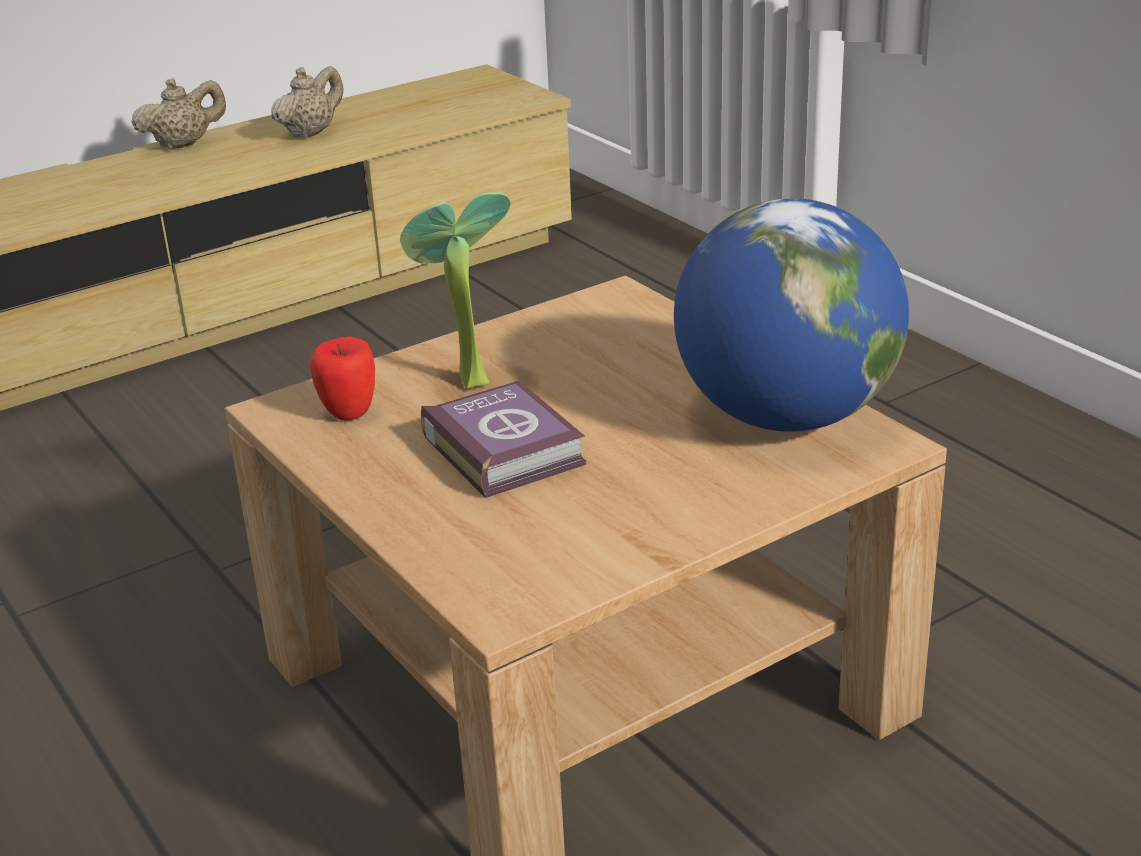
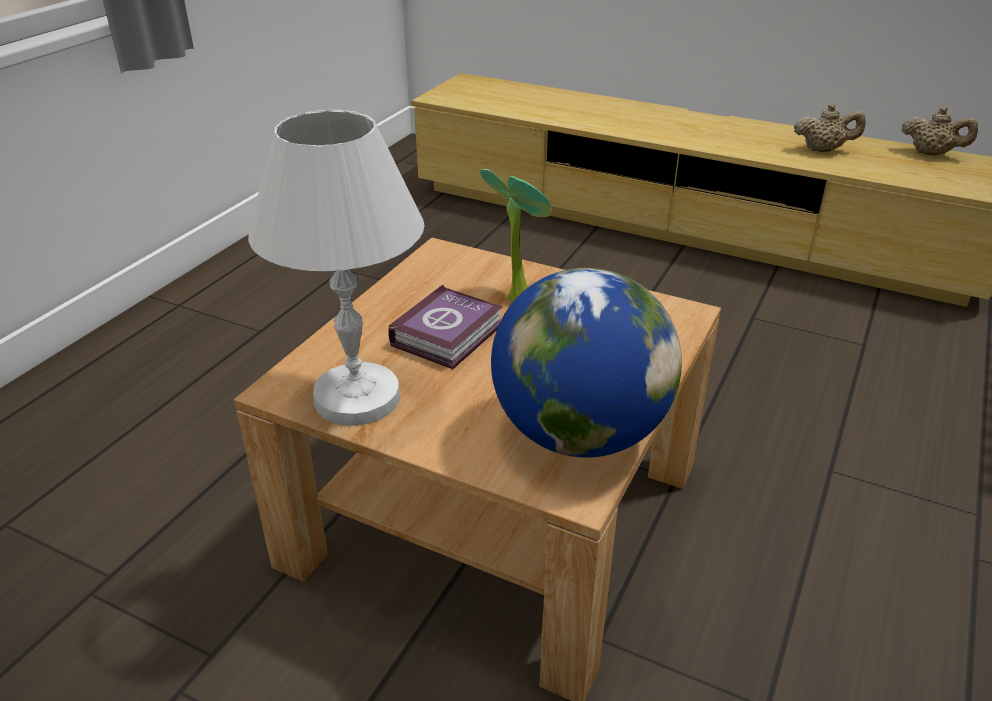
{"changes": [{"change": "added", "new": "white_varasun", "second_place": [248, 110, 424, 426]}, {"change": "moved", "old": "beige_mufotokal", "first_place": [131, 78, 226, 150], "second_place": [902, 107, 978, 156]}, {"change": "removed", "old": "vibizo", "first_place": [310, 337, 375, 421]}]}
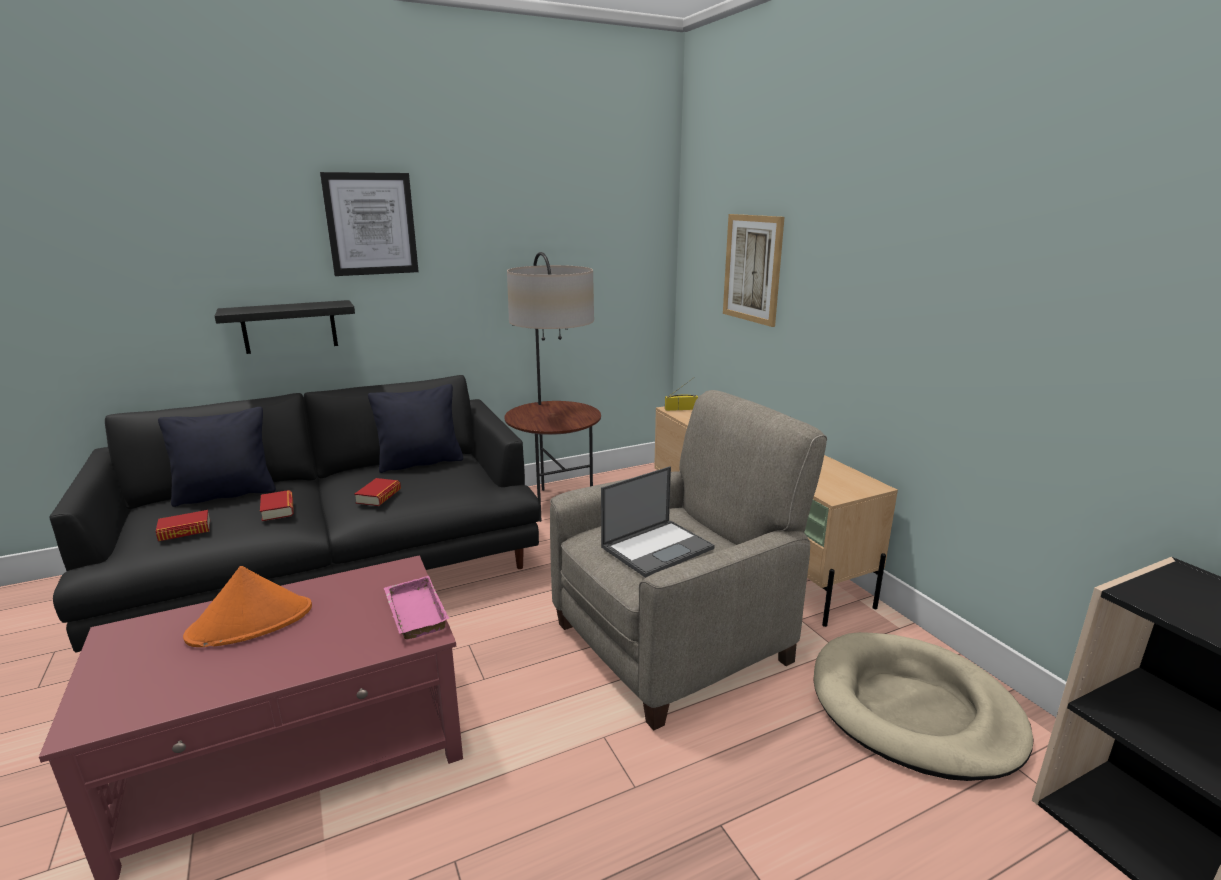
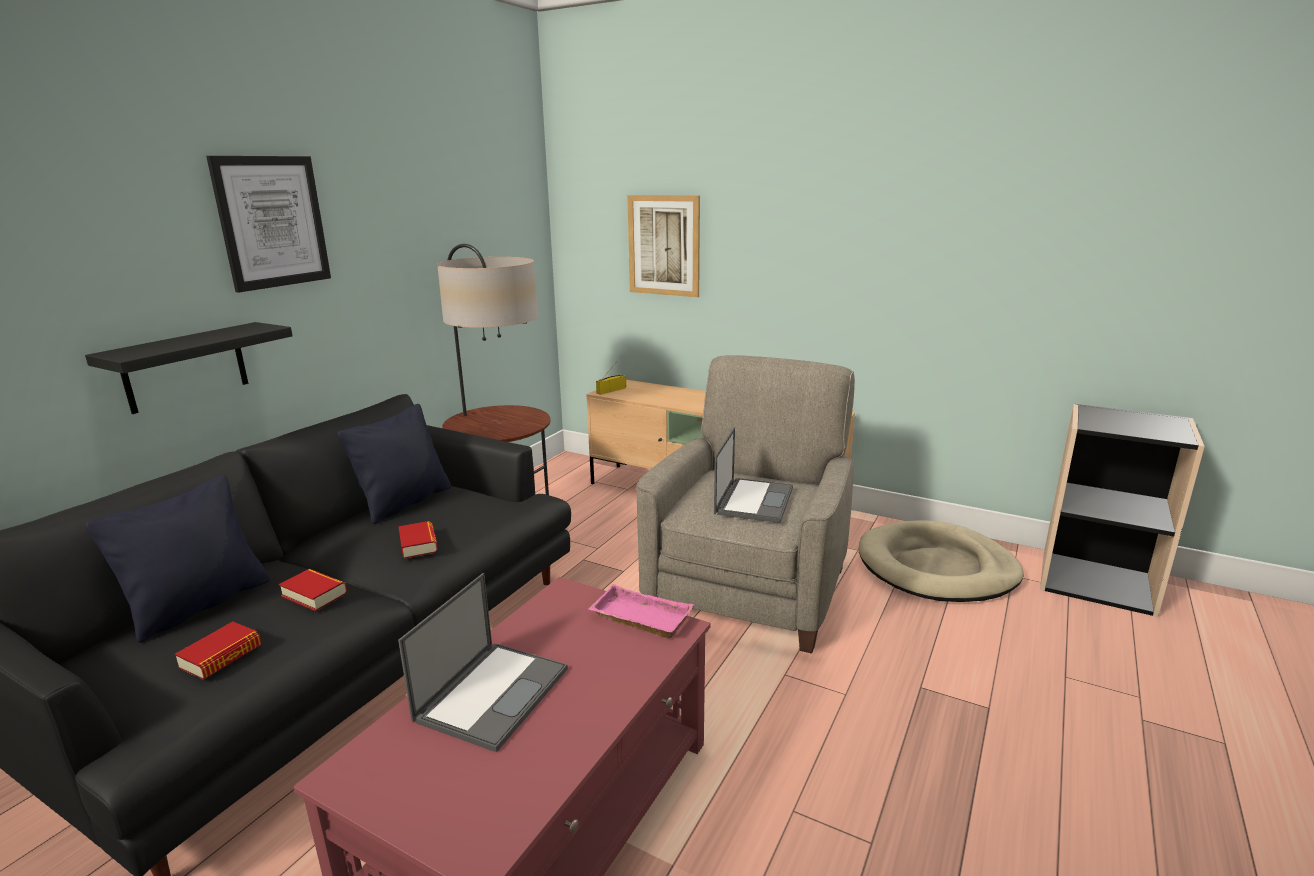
{"changes": [{"change": "replaced", "old": "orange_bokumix", "new": "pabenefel", "first_place": [183, 566, 312, 647], "second_place": [398, 573, 568, 752]}]}
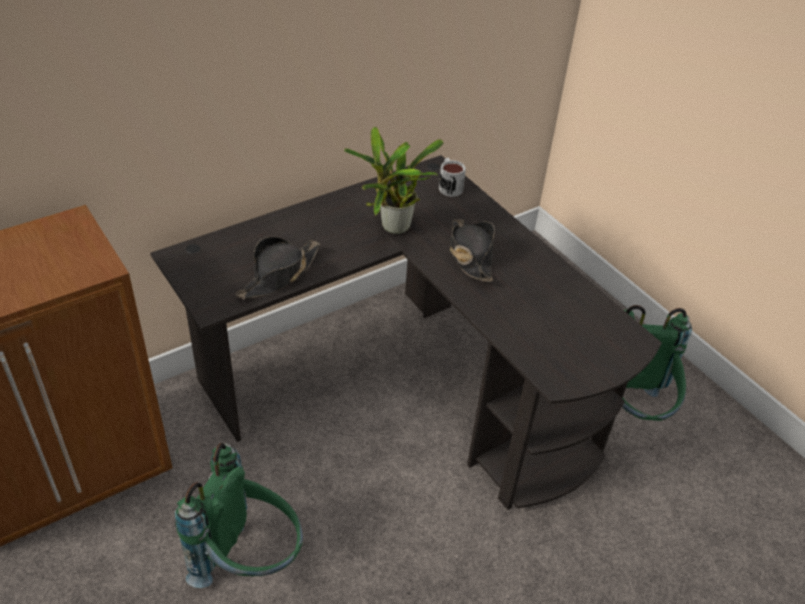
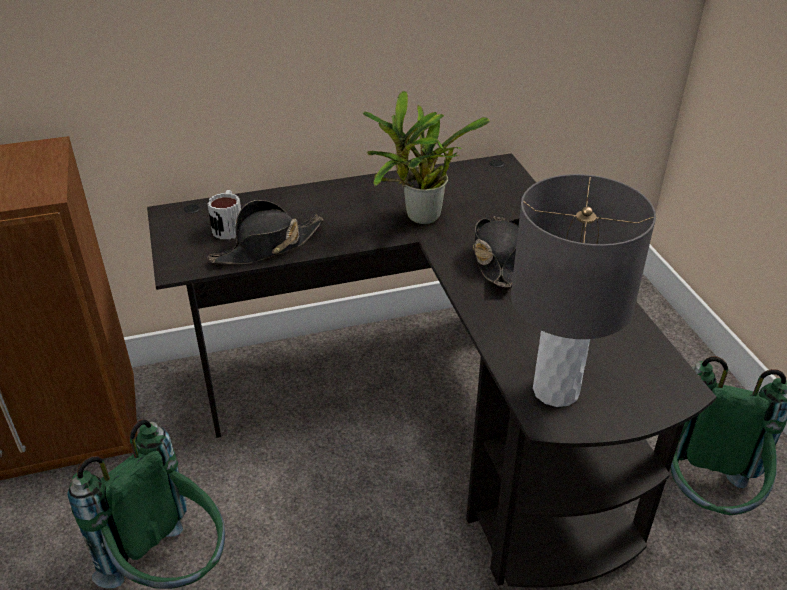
{"changes": [{"change": "moved", "old": "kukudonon", "first_place": [439, 158, 466, 197], "second_place": [207, 190, 241, 239]}, {"change": "added", "new": "grey_varasun", "second_place": [511, 174, 656, 407]}]}
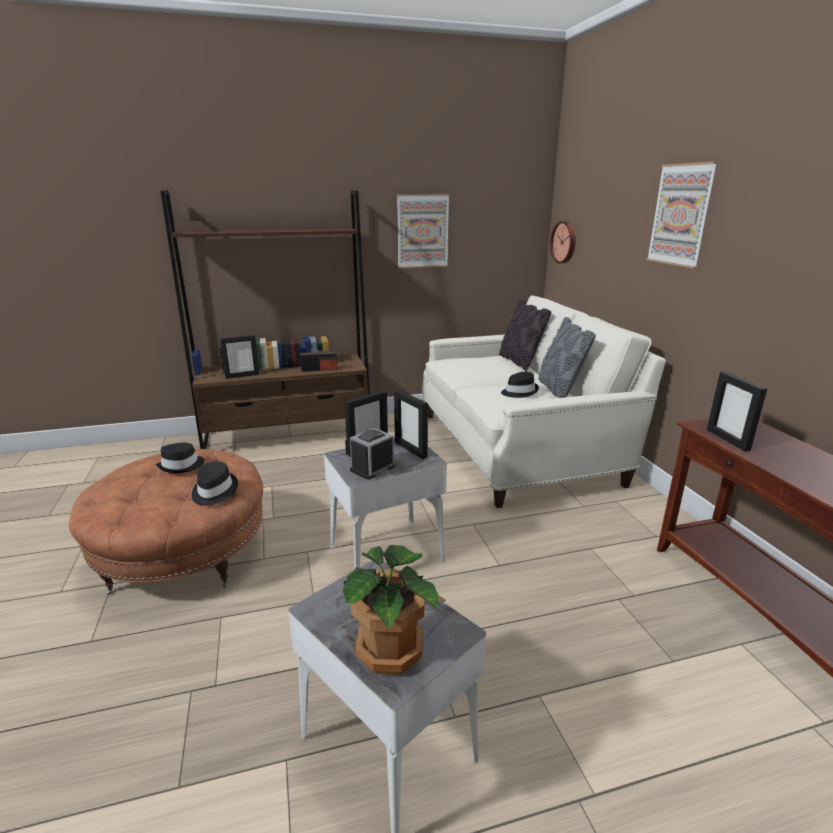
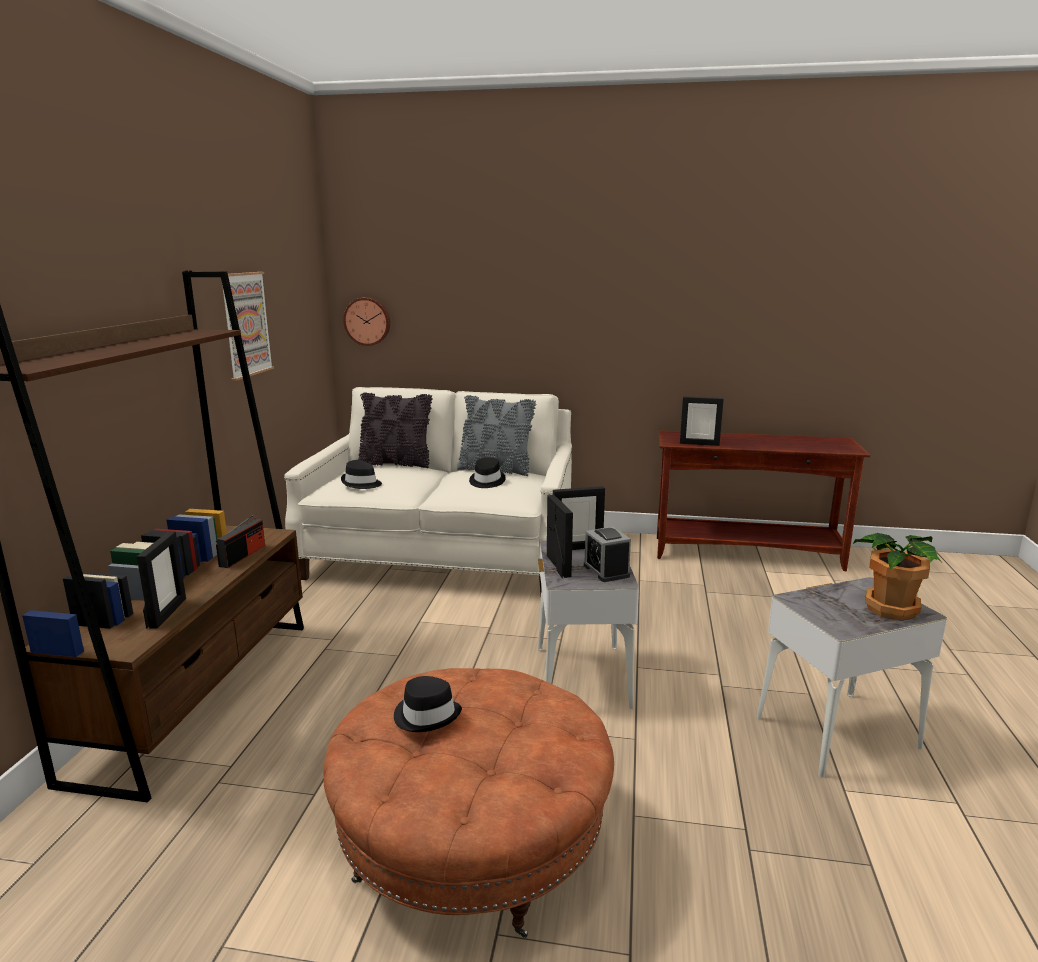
{"changes": [{"change": "moved", "old": "black_bokumix", "first_place": [191, 461, 238, 506], "second_place": [341, 460, 382, 489]}, {"change": "removed", "old": "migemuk", "first_place": [646, 161, 719, 269]}]}
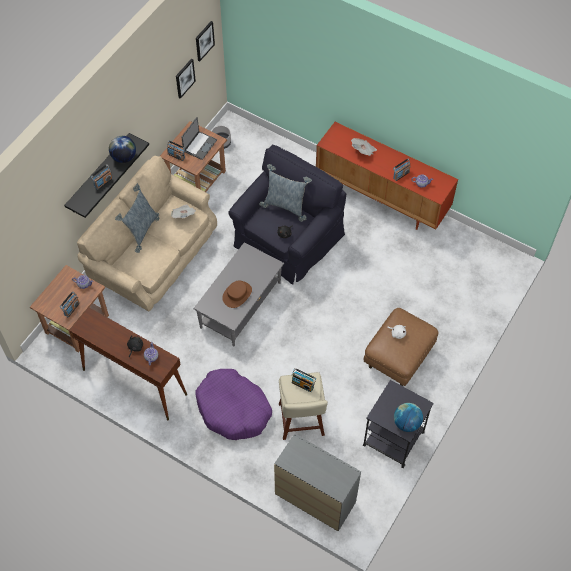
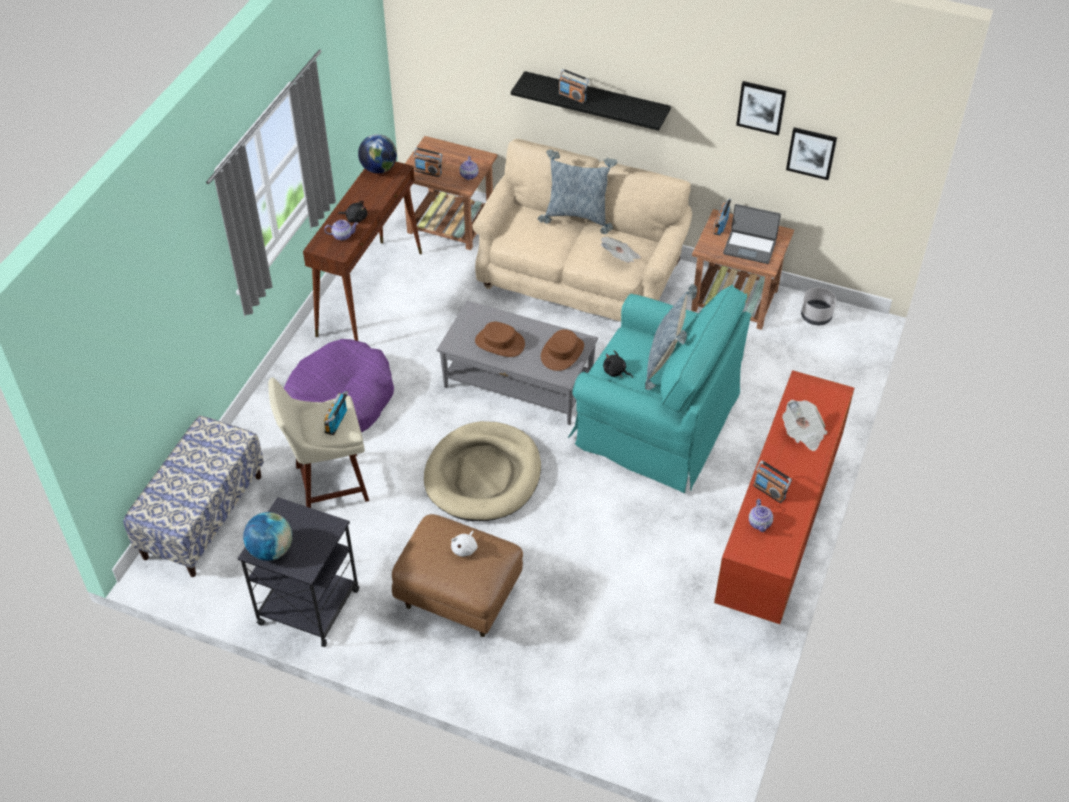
{"changes": [{"change": "replaced", "old": "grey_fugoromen", "new": "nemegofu", "first_place": [274, 434, 361, 531], "second_place": [123, 416, 264, 577]}, {"change": "moved", "old": "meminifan", "first_place": [109, 136, 136, 163], "second_place": [358, 134, 397, 173]}, {"change": "added", "new": "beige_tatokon", "second_place": [424, 421, 541, 521]}, {"change": "added", "new": "brown_bokumix", "second_place": [541, 329, 584, 371]}, {"change": "recoloured", "old": "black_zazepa", "new": "turquoise_zazepa", "first_place": [228, 145, 346, 285], "second_place": [568, 285, 751, 493]}, {"change": "moved", "old": "migemuk", "first_place": [196, 21, 215, 61], "second_place": [736, 81, 786, 136]}]}
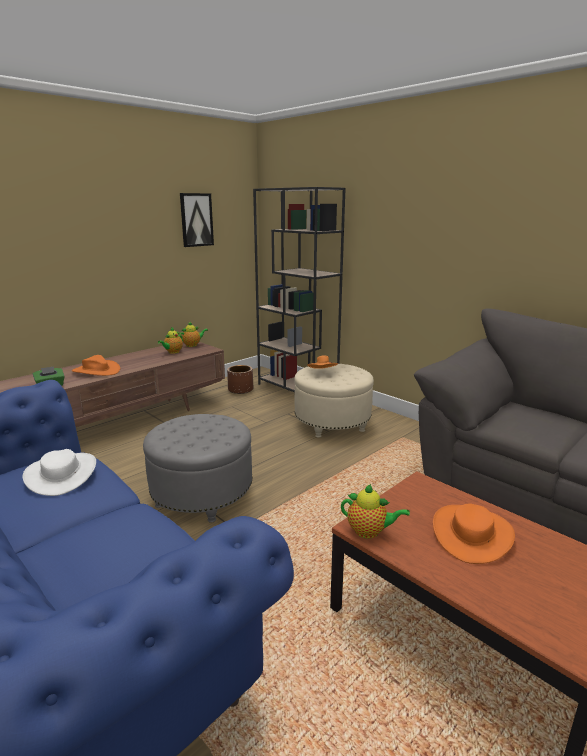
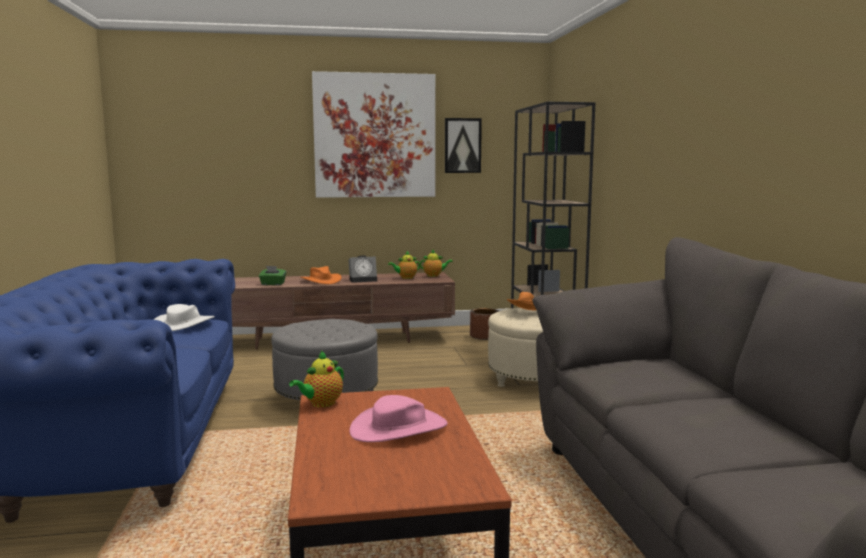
{"changes": [{"change": "turned", "old": "mufotokal", "first_place": [341, 484, 410, 539], "second_place": [289, 351, 344, 407], "degrees": 75}, {"change": "added", "new": "migemuk", "second_place": [312, 71, 436, 198]}, {"change": "added", "new": "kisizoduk", "second_place": [349, 256, 377, 283]}, {"change": "recoloured", "old": "orange_bokumix", "new": "pink_bokumix", "first_place": [433, 503, 515, 564], "second_place": [350, 395, 447, 442]}]}
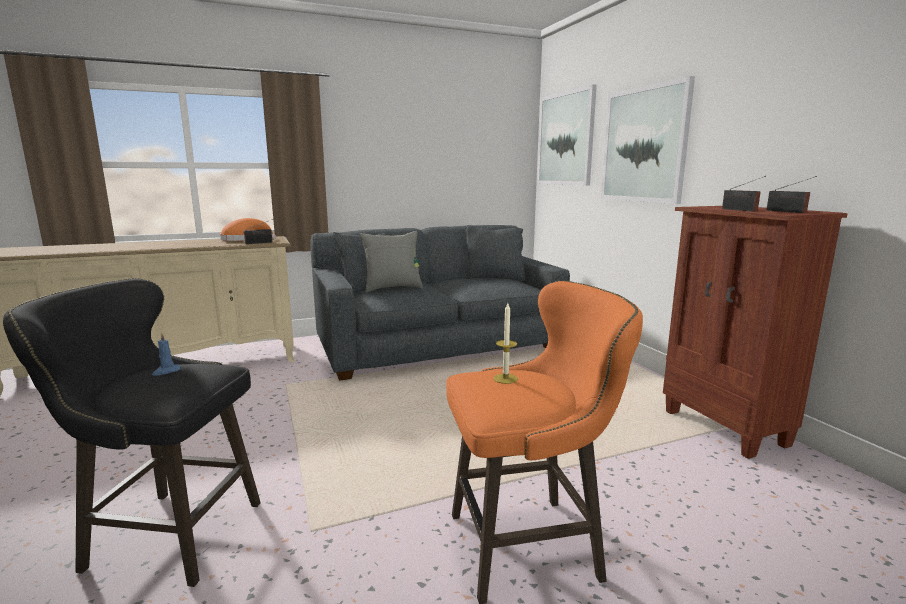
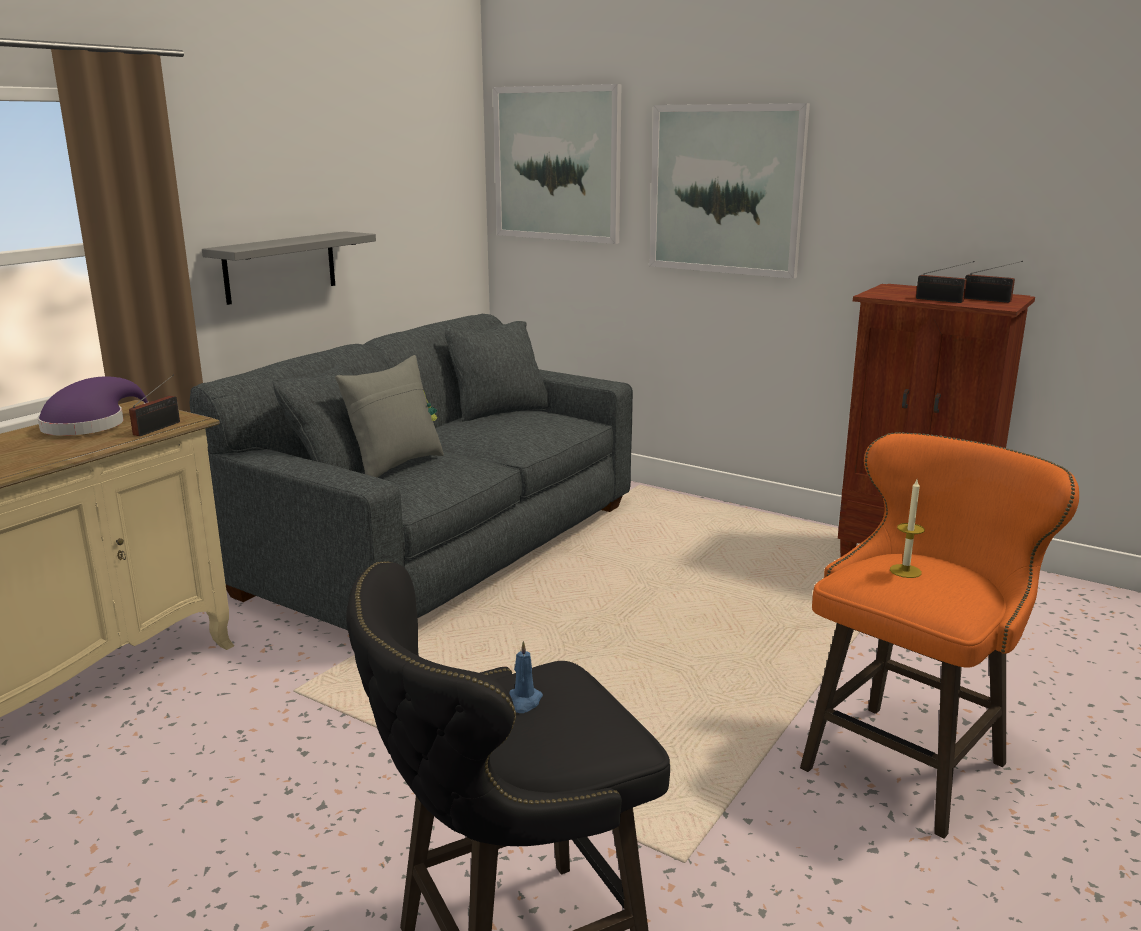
{"changes": [{"change": "recoloured", "old": "orange_bokumix", "new": "purple_bokumix", "first_place": [220, 218, 276, 241], "second_place": [38, 376, 148, 436]}, {"change": "added", "new": "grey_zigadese", "second_place": [202, 231, 376, 305]}]}
